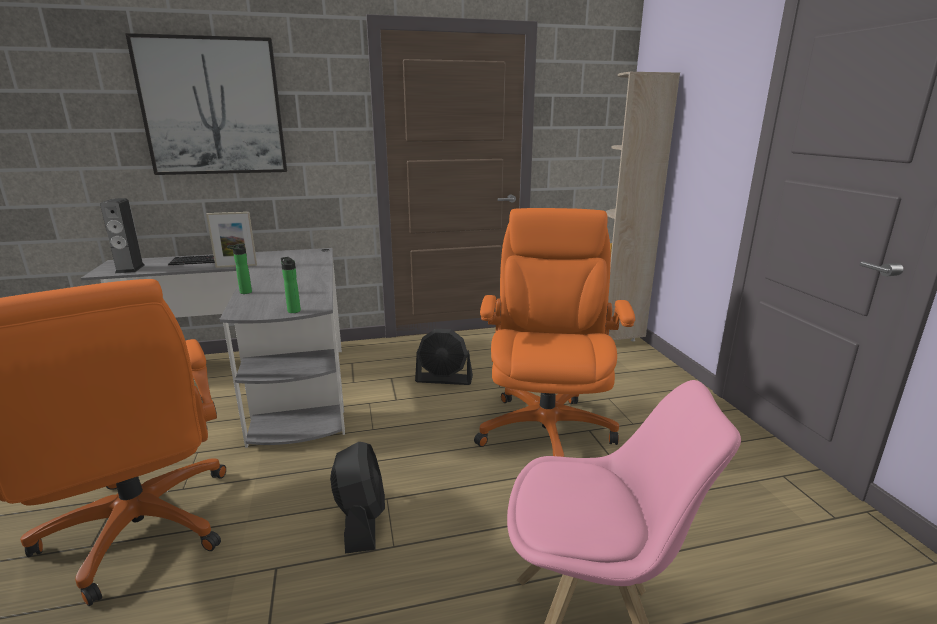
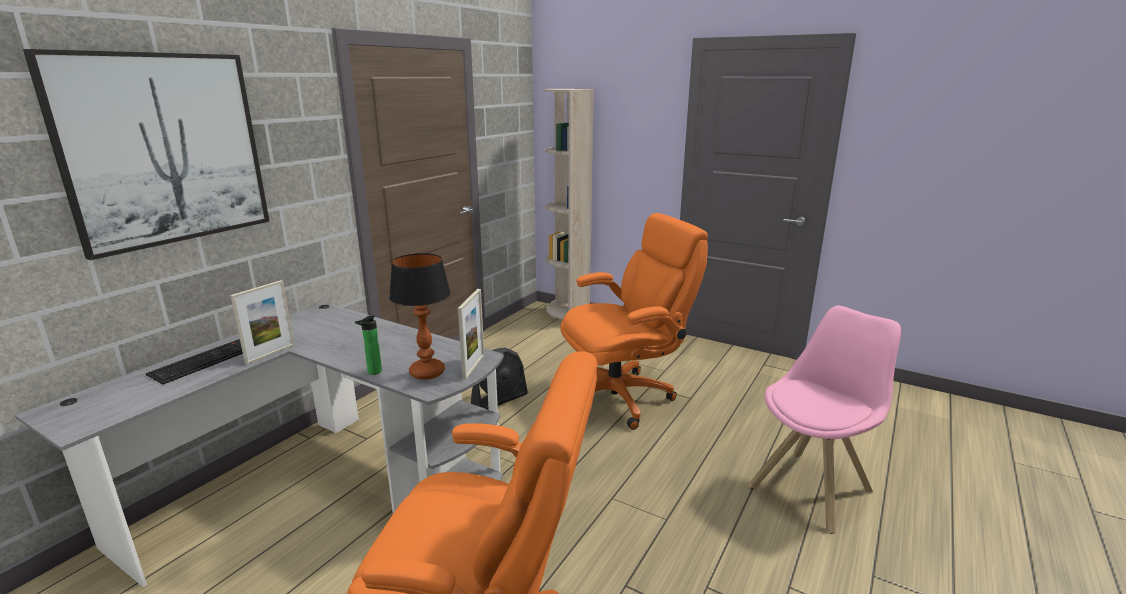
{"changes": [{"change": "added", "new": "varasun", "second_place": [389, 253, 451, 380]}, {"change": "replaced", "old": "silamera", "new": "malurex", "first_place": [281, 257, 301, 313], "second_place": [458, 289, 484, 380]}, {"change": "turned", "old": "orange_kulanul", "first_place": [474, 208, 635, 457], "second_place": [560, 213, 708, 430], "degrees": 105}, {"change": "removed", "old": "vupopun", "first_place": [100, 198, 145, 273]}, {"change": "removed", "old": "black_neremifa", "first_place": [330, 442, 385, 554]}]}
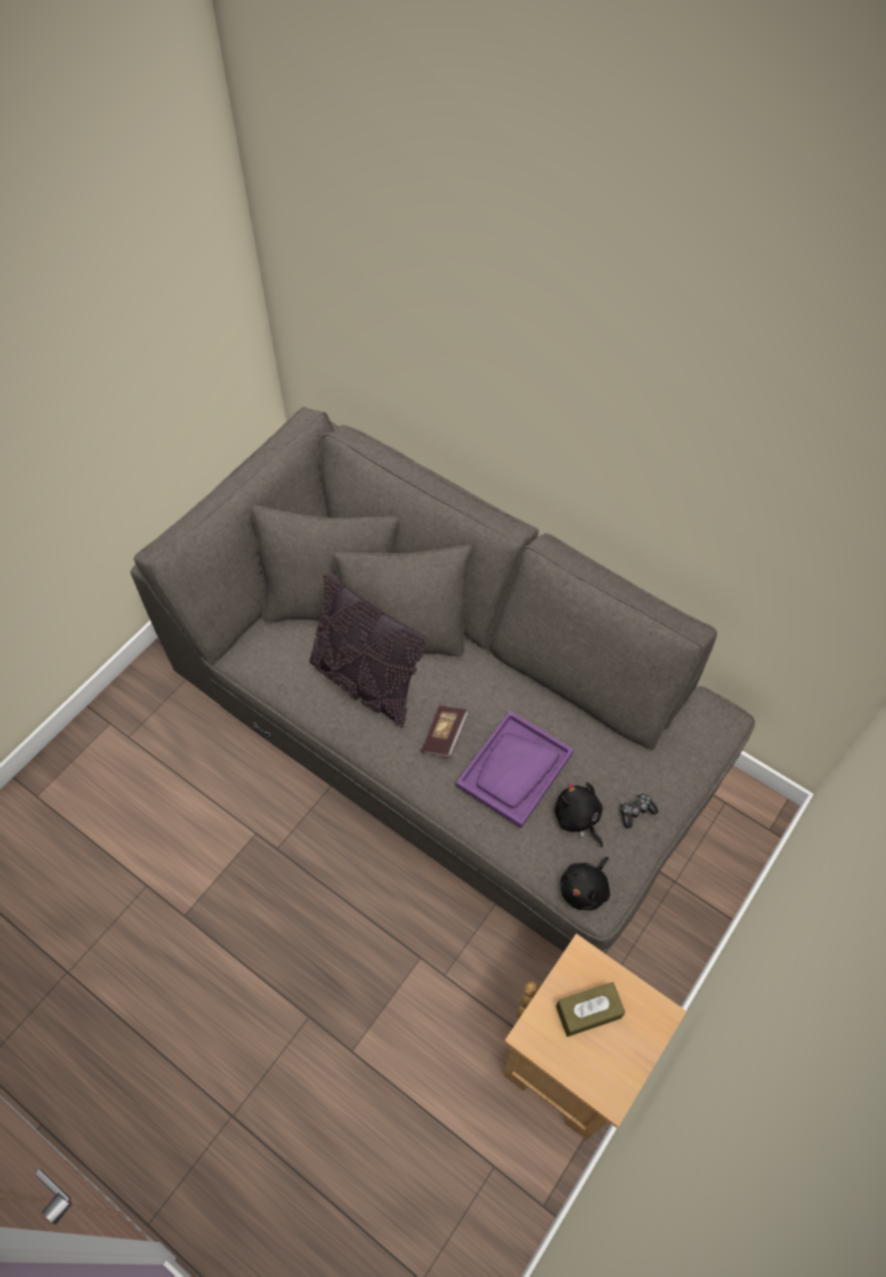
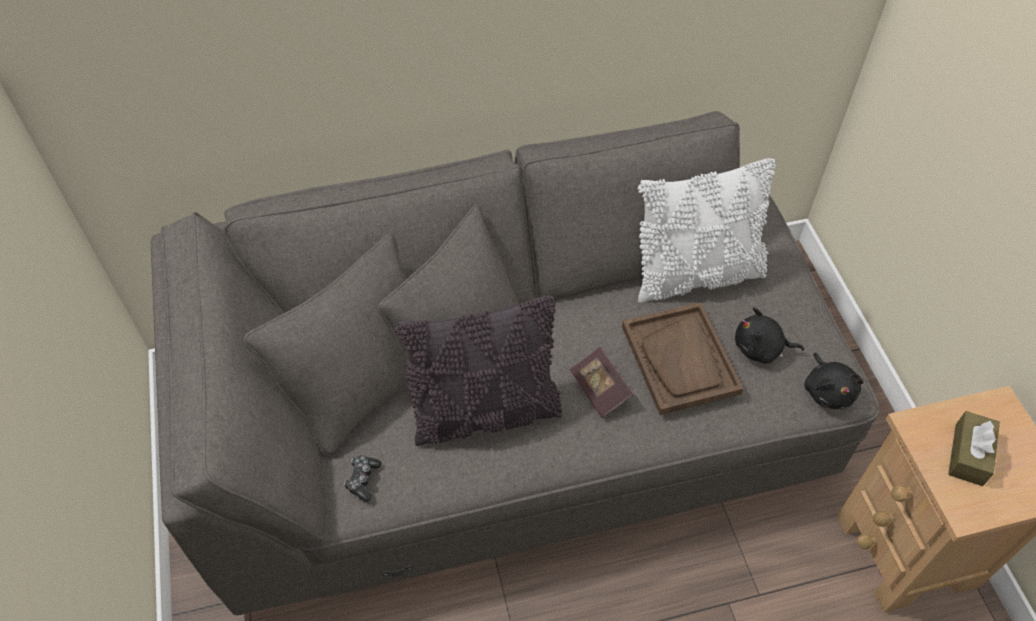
{"changes": [{"change": "moved", "old": "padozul", "first_place": [621, 793, 658, 829], "second_place": [344, 455, 382, 502]}, {"change": "recoloured", "old": "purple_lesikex", "new": "brown_lesikex", "first_place": [456, 710, 574, 828], "second_place": [622, 302, 744, 415]}, {"change": "added", "new": "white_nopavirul", "second_place": [638, 158, 776, 303]}]}
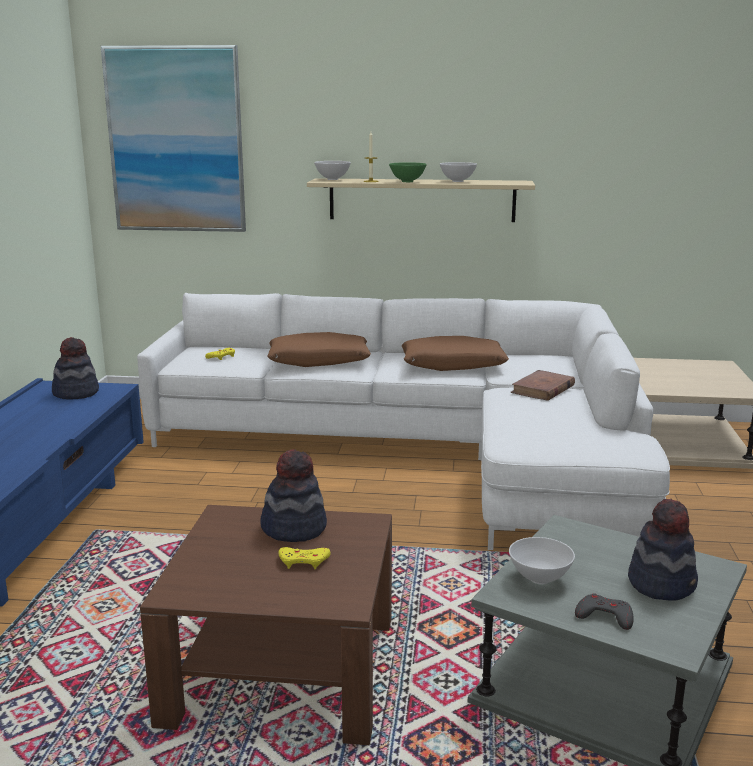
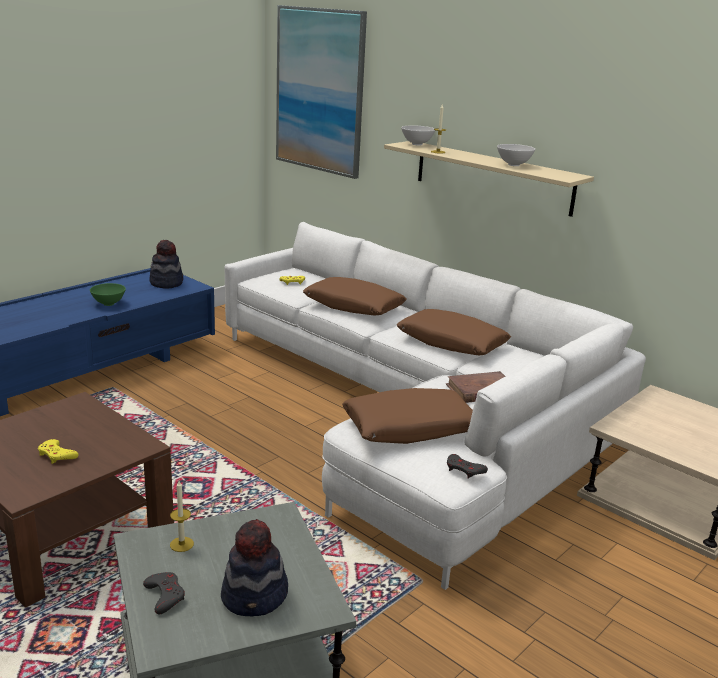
{"changes": [{"change": "moved", "old": "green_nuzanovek", "first_place": [389, 162, 427, 182], "second_place": [90, 283, 126, 306]}, {"change": "replaced", "old": "white_nuzanovek", "new": "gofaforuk", "first_place": [509, 537, 575, 584], "second_place": [170, 481, 194, 552]}, {"change": "added", "new": "brown_nopavirul", "second_place": [342, 388, 473, 444]}, {"change": "added", "new": "grey_padozul", "second_place": [447, 454, 488, 479]}, {"change": "removed", "old": "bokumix", "first_place": [260, 449, 327, 542]}]}
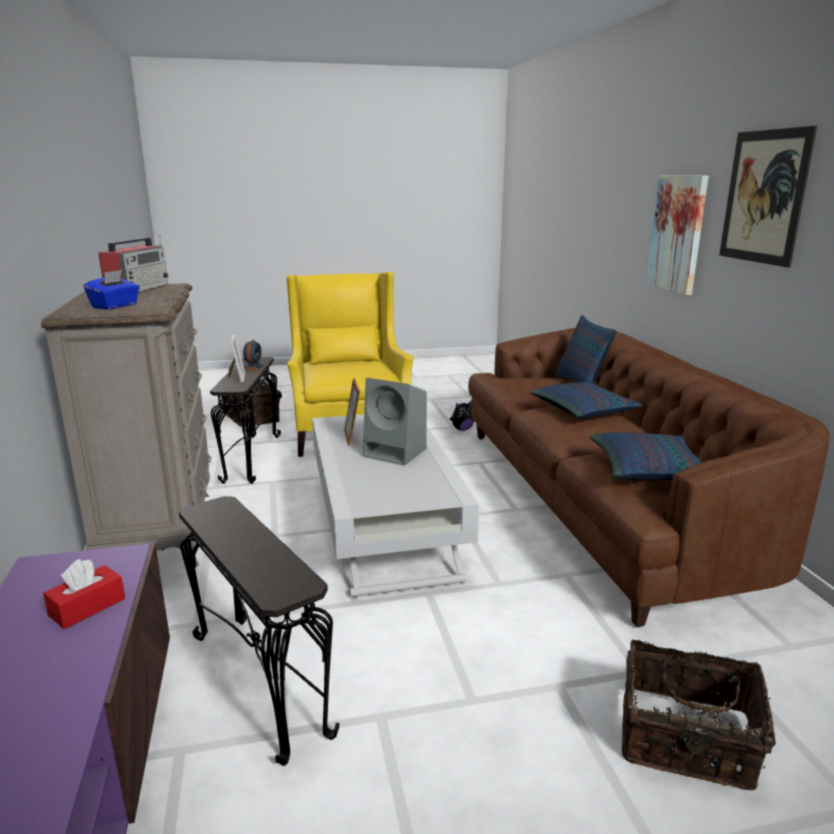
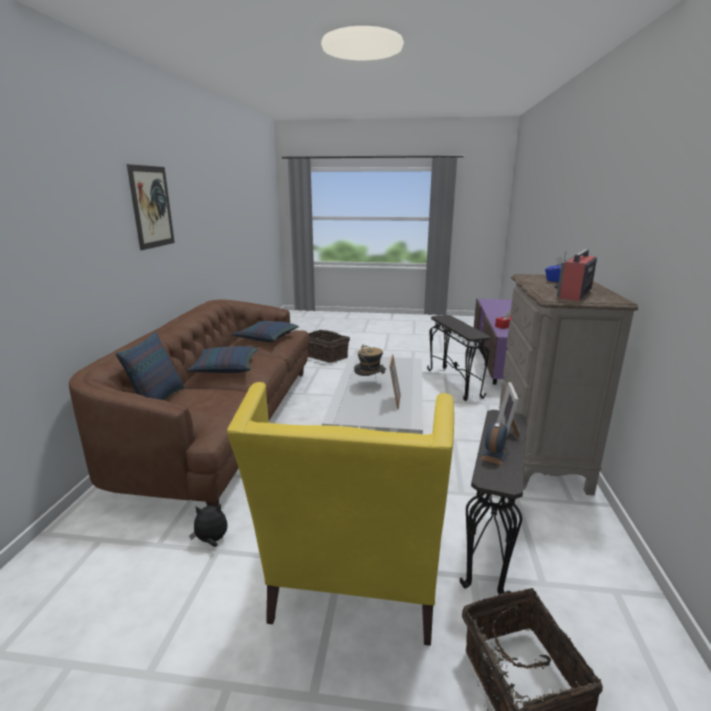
{"changes": [{"change": "replaced", "old": "grey_vupopun", "new": "bokumix", "first_place": [362, 378, 427, 465], "second_place": [354, 345, 386, 376]}, {"change": "removed", "old": "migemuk", "first_place": [646, 175, 709, 295]}]}
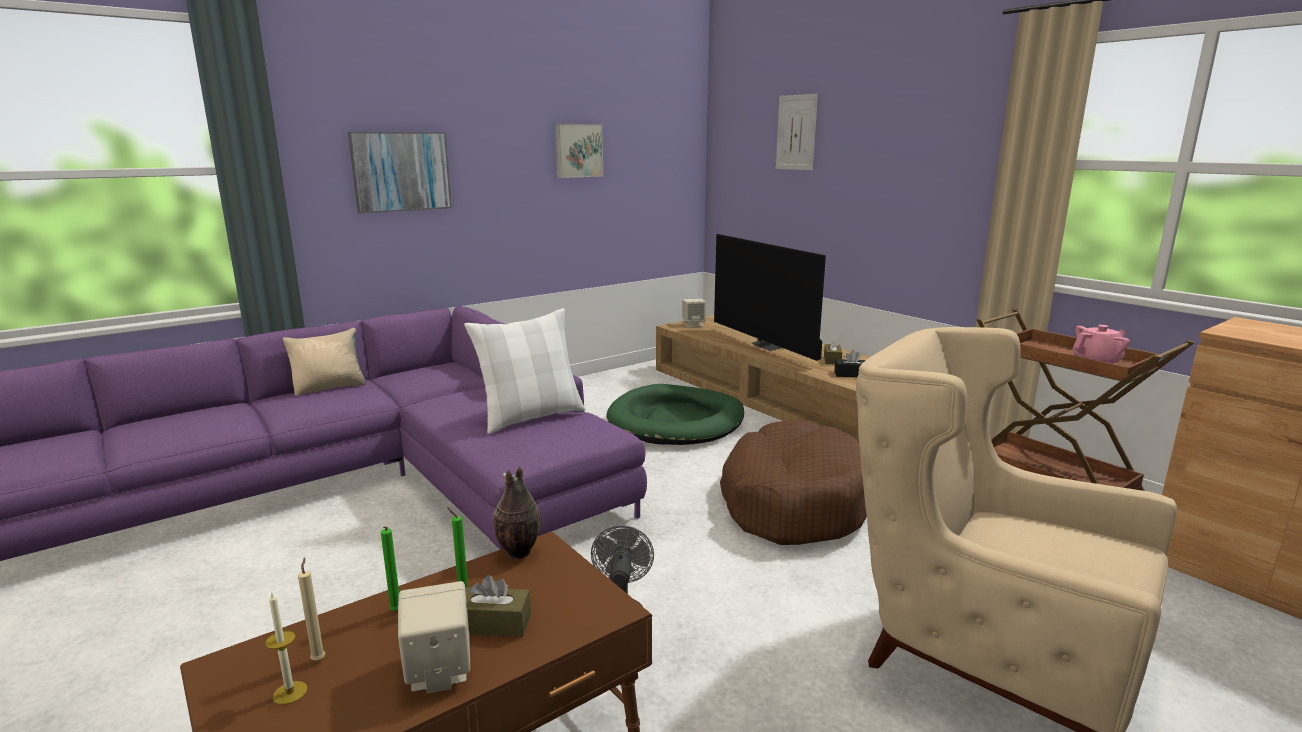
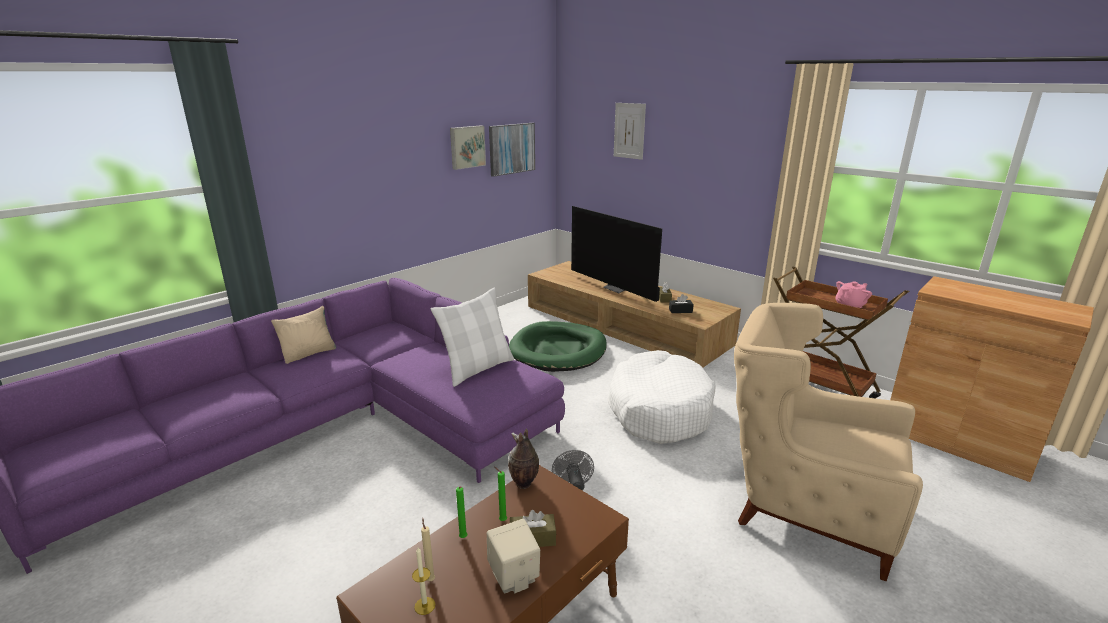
{"changes": [{"change": "moved", "old": "migemuk", "first_place": [348, 132, 452, 214], "second_place": [489, 123, 535, 177]}, {"change": "recoloured", "old": "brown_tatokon", "new": "white_tatokon", "first_place": [720, 420, 867, 545], "second_place": [607, 350, 716, 444]}, {"change": "removed", "old": "beige_vupopun", "first_place": [682, 299, 706, 327]}]}
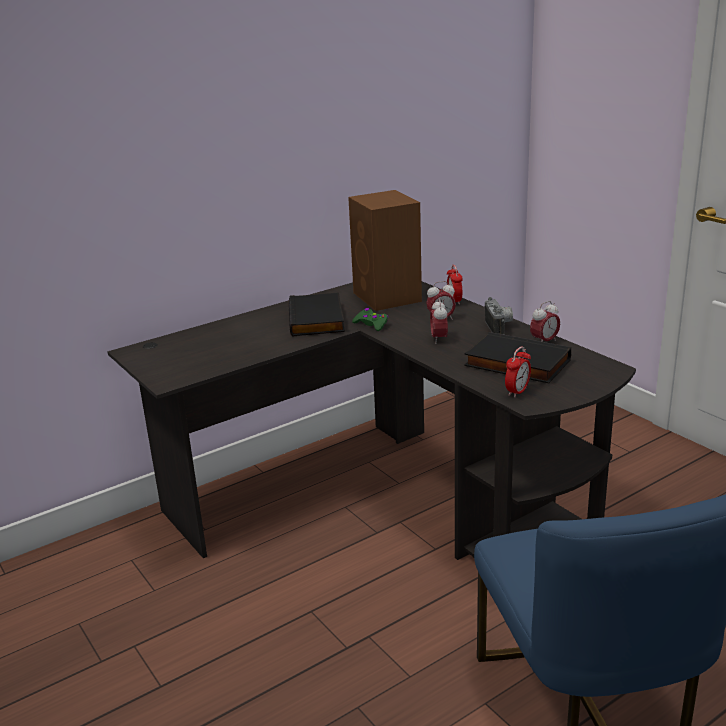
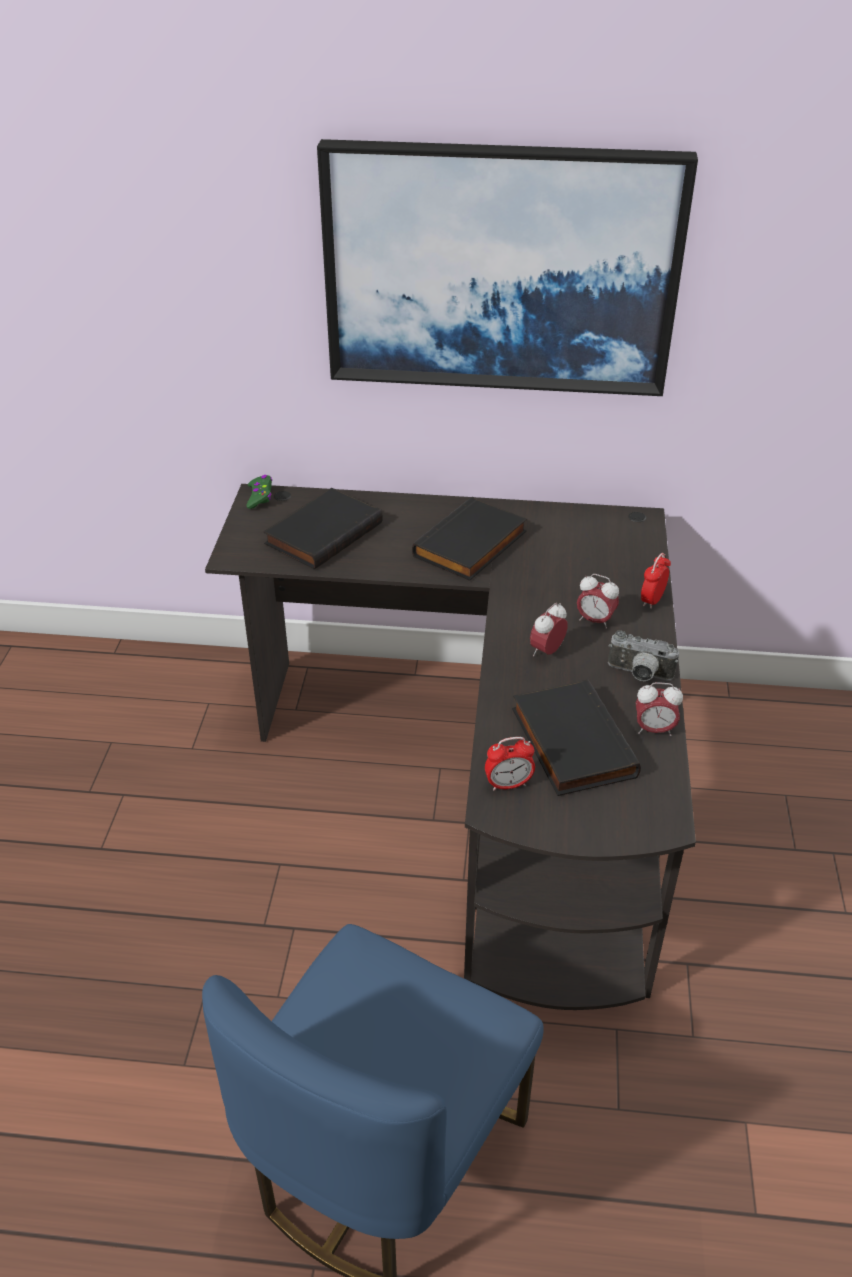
{"changes": [{"change": "moved", "old": "green_padozul", "first_place": [352, 308, 388, 331], "second_place": [246, 475, 272, 509]}, {"change": "added", "new": "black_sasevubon", "second_place": [263, 488, 383, 569]}, {"change": "added", "new": "migemuk", "second_place": [317, 139, 698, 396]}, {"change": "turned", "old": "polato", "first_place": [485, 297, 513, 335], "second_place": [608, 630, 679, 681], "degrees": 75}, {"change": "removed", "old": "brown_vupopun", "first_place": [348, 190, 422, 311]}]}
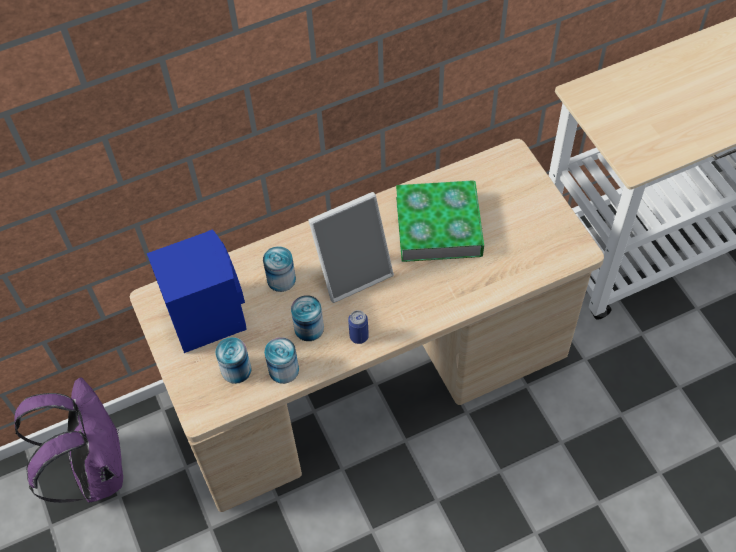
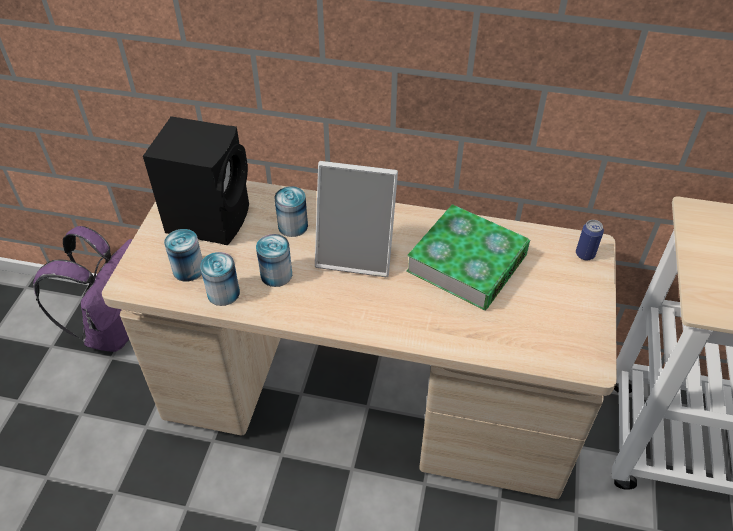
{"changes": [{"change": "recoloured", "old": "blue_vupopun", "new": "black_vupopun", "first_place": [147, 229, 247, 353], "second_place": [143, 116, 249, 245]}, {"change": "moved", "old": "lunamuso", "first_place": [348, 310, 369, 344], "second_place": [576, 220, 604, 261]}]}
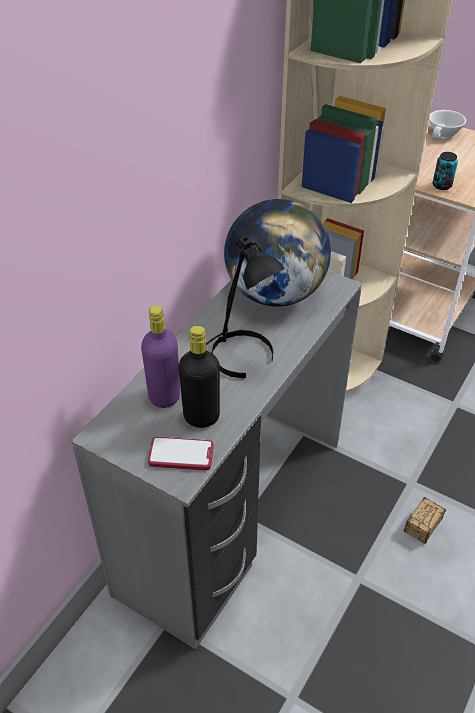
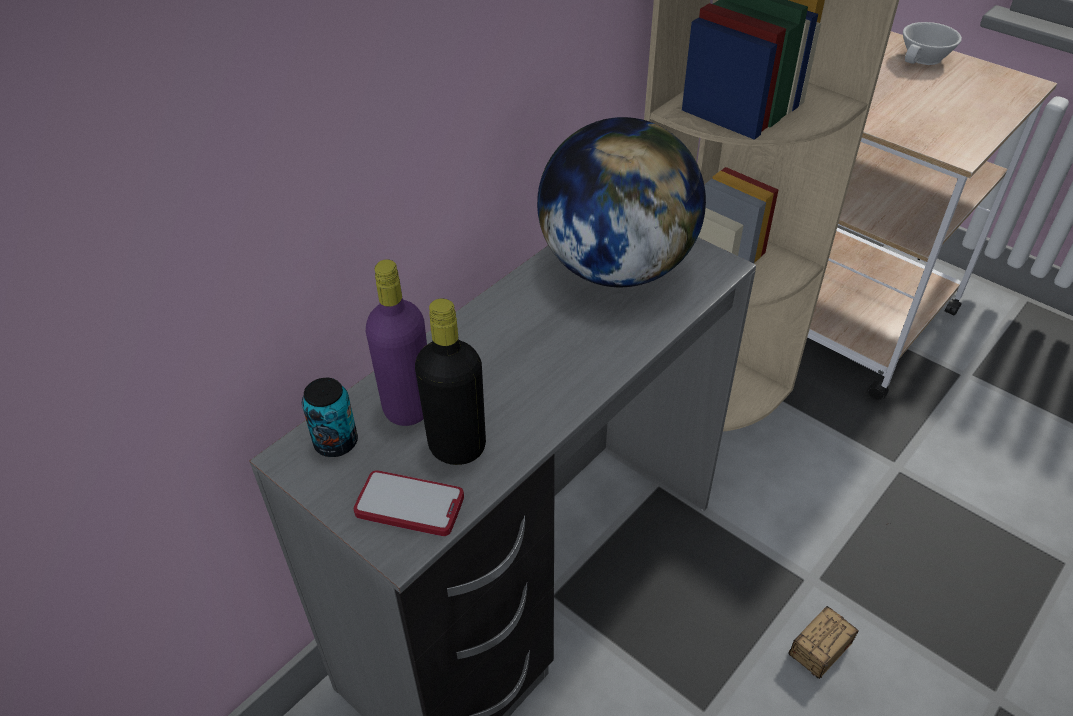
{"changes": [{"change": "moved", "old": "lunamuso", "first_place": [433, 152, 458, 190], "second_place": [302, 378, 358, 457]}, {"change": "removed", "old": "black_varasun", "first_place": [206, 236, 285, 378]}]}
